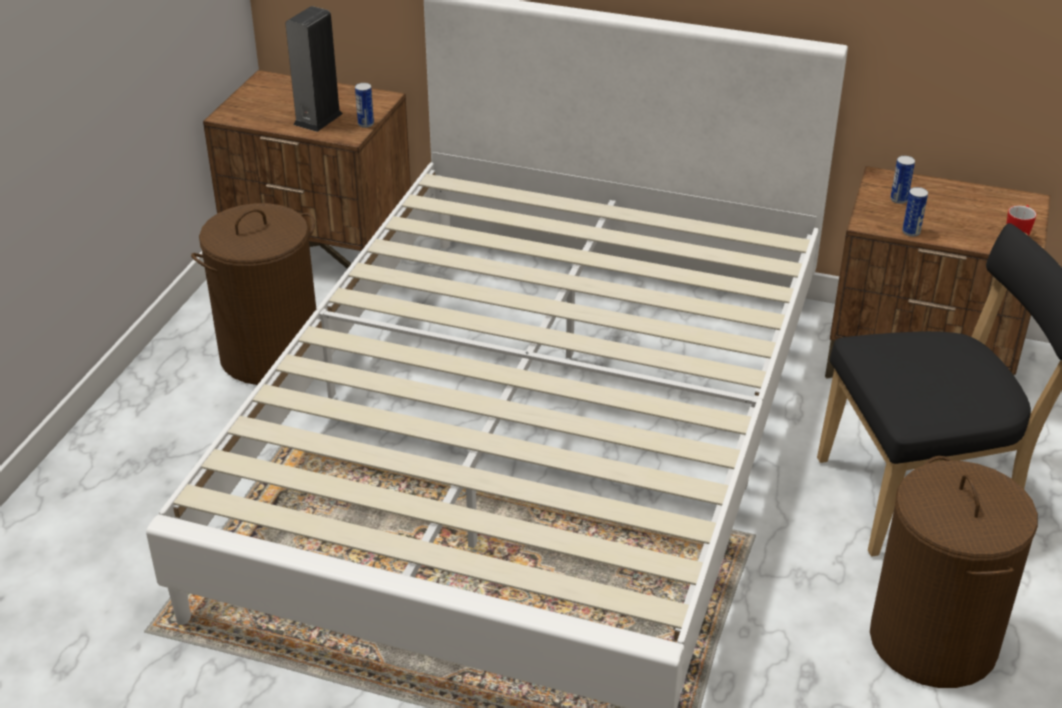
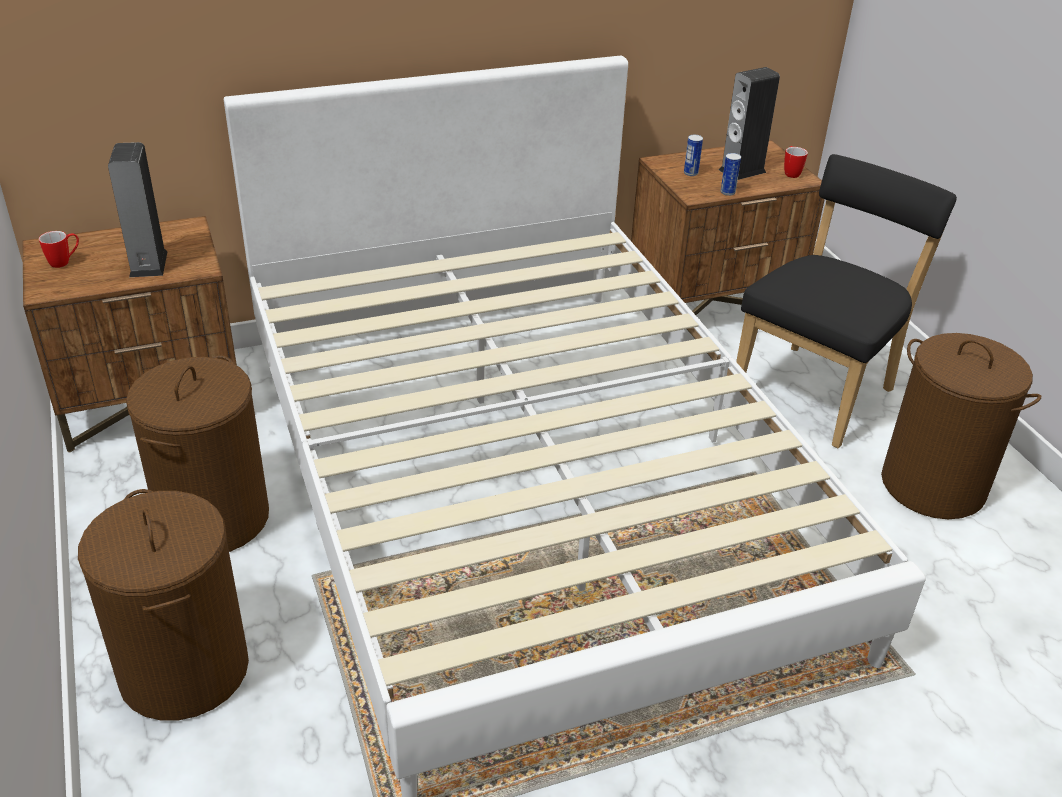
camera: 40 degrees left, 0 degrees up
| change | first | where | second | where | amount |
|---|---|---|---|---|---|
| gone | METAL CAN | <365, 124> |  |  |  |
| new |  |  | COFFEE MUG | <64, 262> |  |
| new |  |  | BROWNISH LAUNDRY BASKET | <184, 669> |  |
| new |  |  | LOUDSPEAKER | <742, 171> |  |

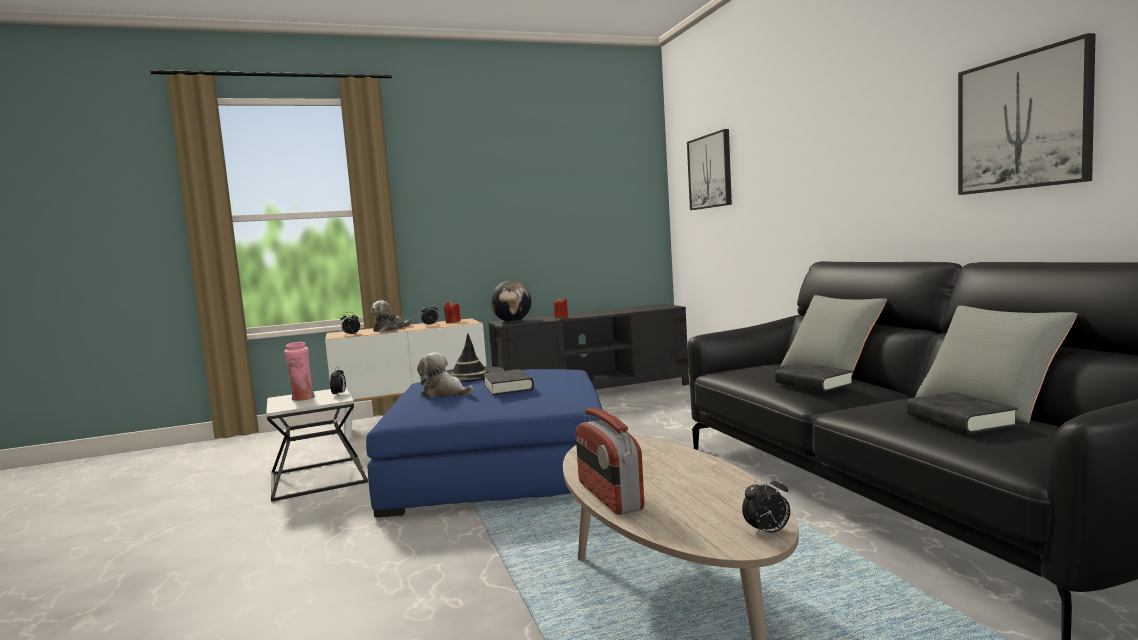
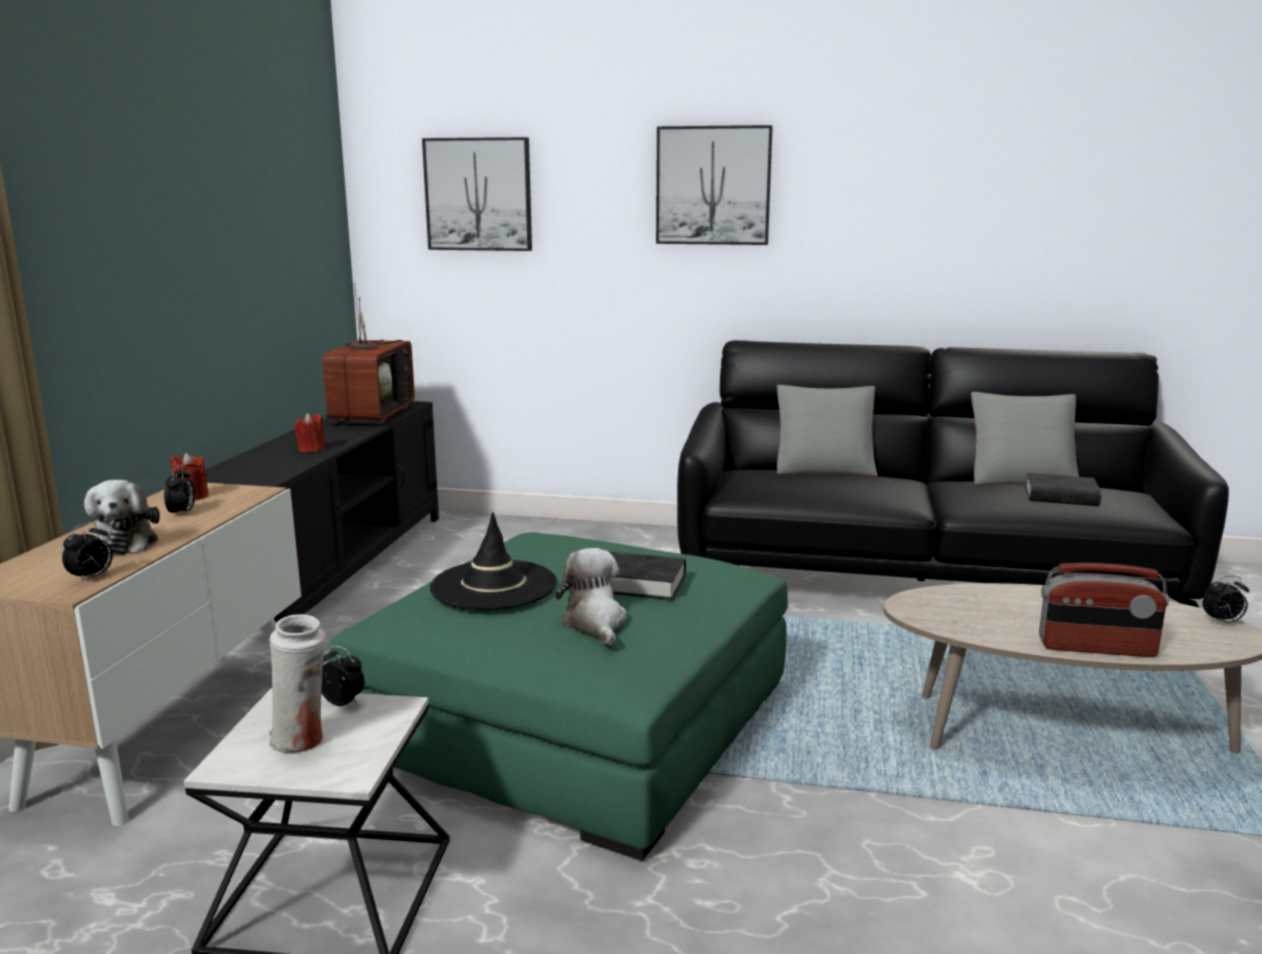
camera: 60 degrees left, 10 degrees up
| change | first | where | second | where | amount |
|---|---|---|---|---|---|
| gone | DESK GLOBE | <512, 321> |  |  |  |
| gone | BLACK-COLOURED VOLUME | <813, 384> |  |  |  |
| new |  |  | TV SET | <371, 414> |  |
| shifted | WALL ART | <1023, 122> |  | <713, 186> |  |
| repainted | PINK-COLOURED DECORATIVE VASE | <303, 399> | WHITISH DECORATIVE VASE | <303, 741> |  |
| repainted | BLUE-COLOURED FOOTREST | <499, 470> | GREENISH FOOTREST | <576, 720> |  |
| rotated | CUDDLY TOY | <445, 394> |  | <595, 623> | 105 degrees clockwise |
| rotated | ALARM CLOCK | <767, 533> |  | <1222, 622> | 75 degrees clockwise |

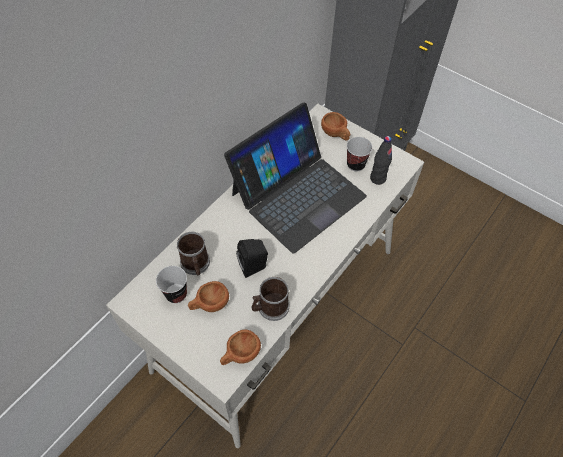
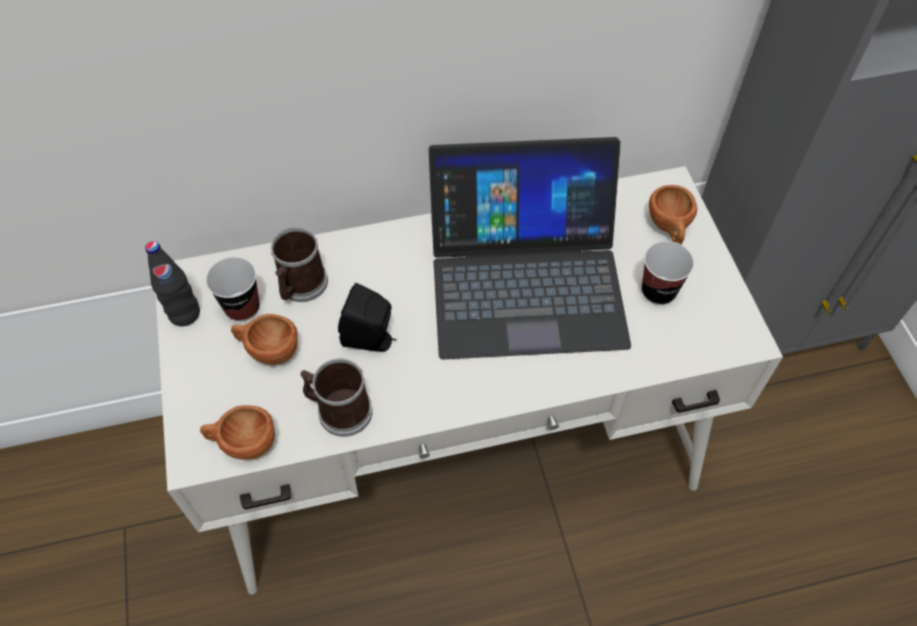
camera: 40 degrees right, 0 degrees up
| change | first | where | second | where | amount |
|---|---|---|---|---|---|
| shifted | BLACK-COLOURED BOTTLE | <377, 178> |  | <184, 314> |  |

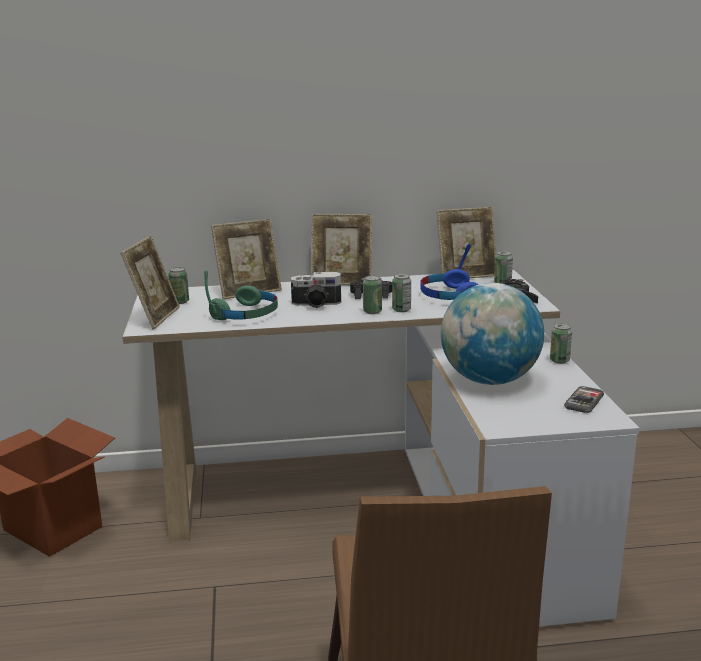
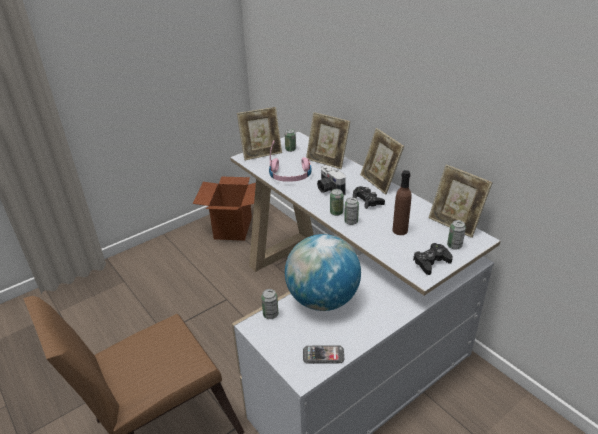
camera: 60 degrees right, 15 degrees up
| change | first | where | second | where | amount |
|---|---|---|---|---|---|
| shifted | METAL CAN | <559, 361> |  | <270, 314> |  |
| swapped | BLUE-COLOURED PAIR OF HEADPHONES | <448, 296> | BROWNISH BOTTLE | <400, 230> |  |
| repainted | GREENISH PAIR OF HEADPHONES | <246, 314> | PINK-COLOURED PAIR OF HEADPHONES | <290, 175> |  |

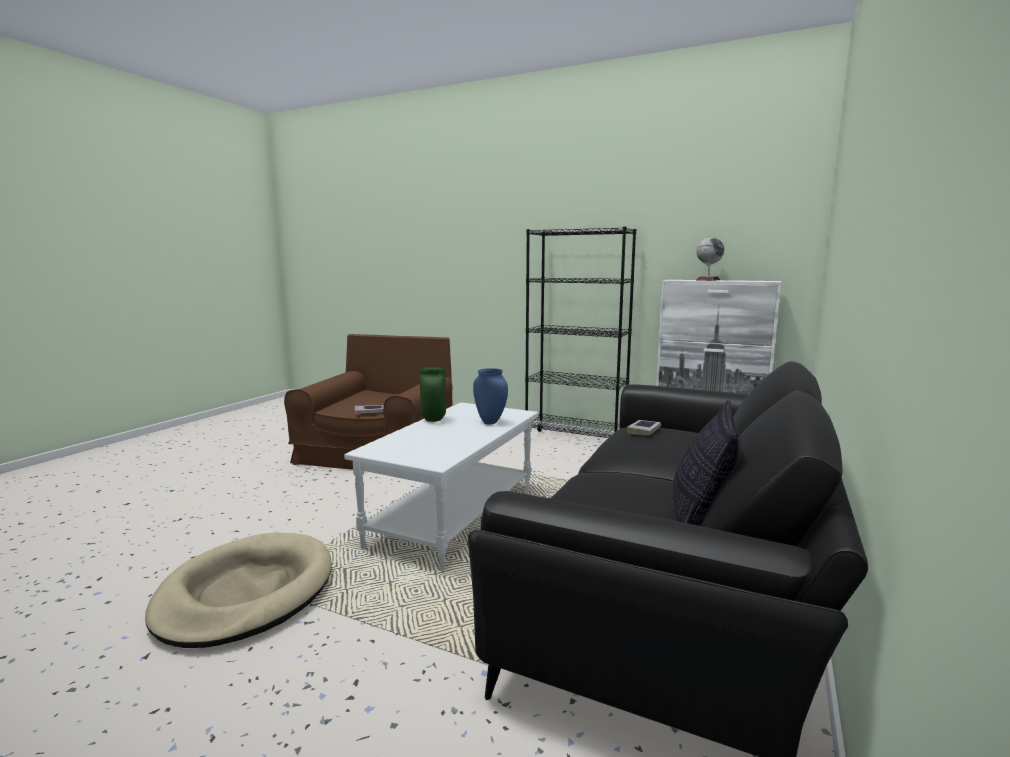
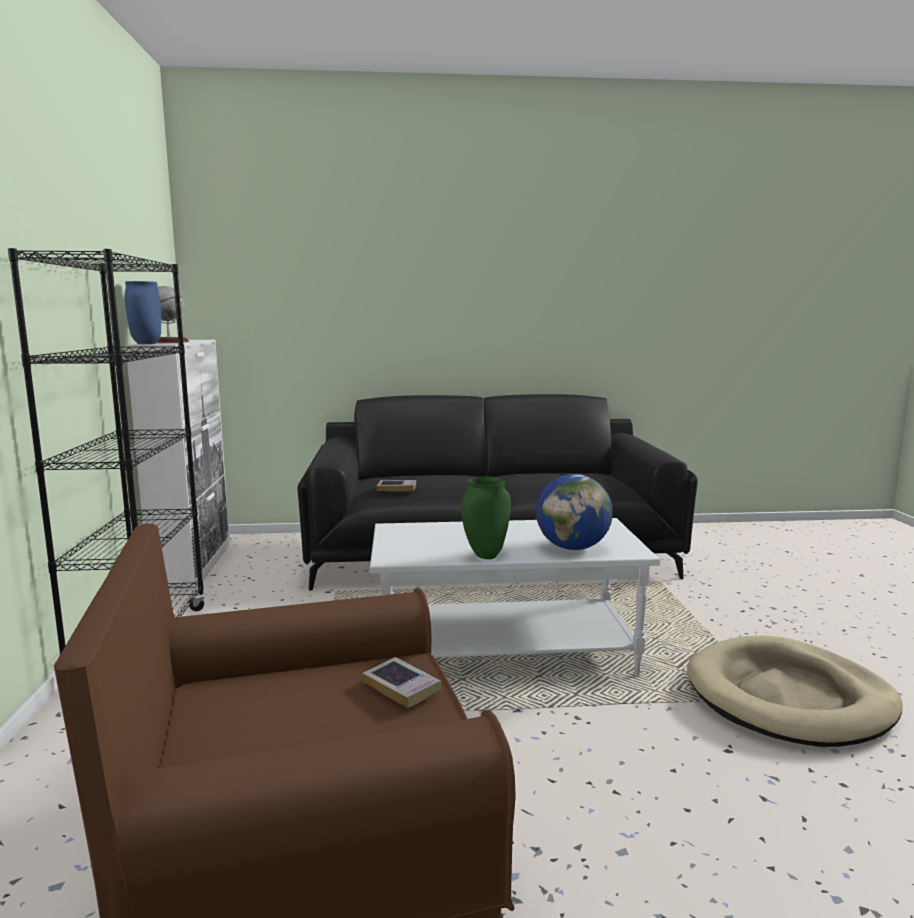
camera: 120 degrees left, 0 degrees up
| change | first | where | second | where | amount |
|---|---|---|---|---|---|
| gone | THROW PILLOW | <699, 520> |  |  |  |
| new |  |  | DESK GLOBE | <573, 548> |  |
| shifted | BLUE-COLOURED DECORATIVE VASE | <490, 422> |  | <147, 344> |  |

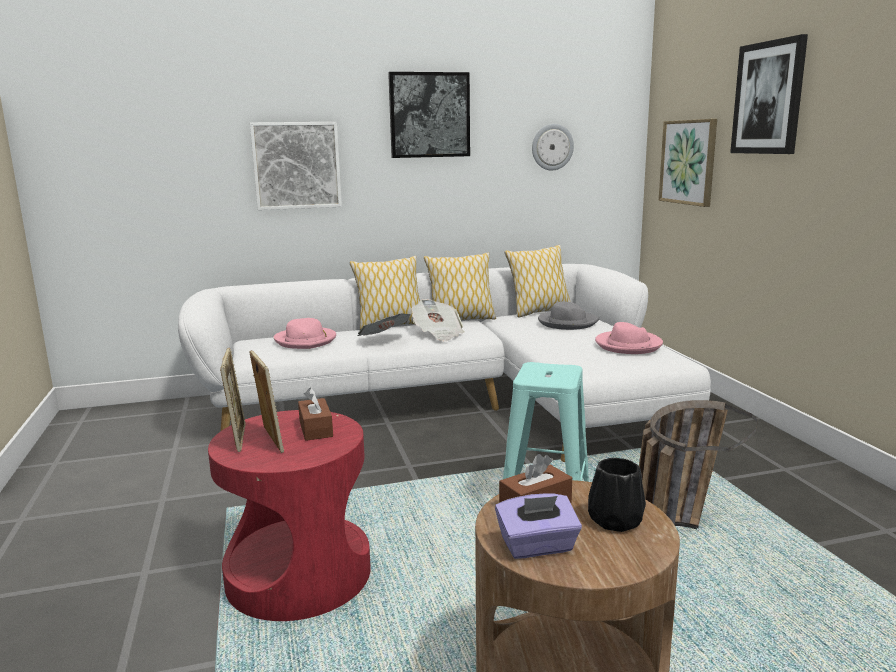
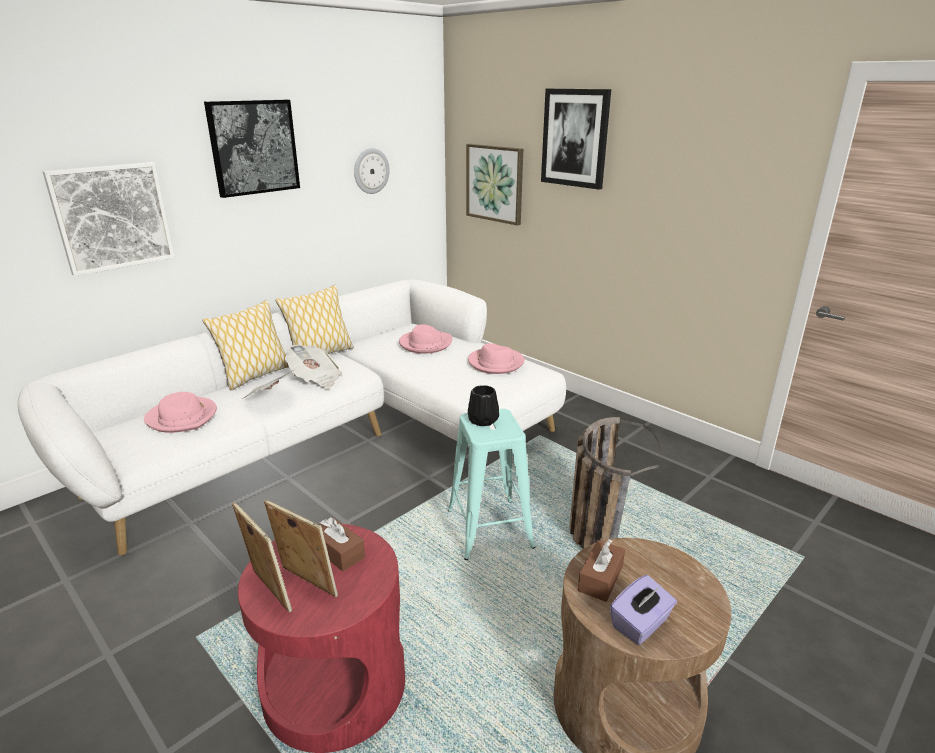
camera: 30 degrees left, 10 degrees up
| change | first | where | second | where | amount |
|---|---|---|---|---|---|
| gone | THROW PILLOW | <539, 311> |  |  |  |
| shifted | BLACK-COLOURED DECORATIVE VASE | <614, 521> |  | <482, 420> |  |
| repainted | GREY WEARABLE HAT | <567, 322> | PINK-COLOURED WEARABLE HAT | <425, 344> |  |

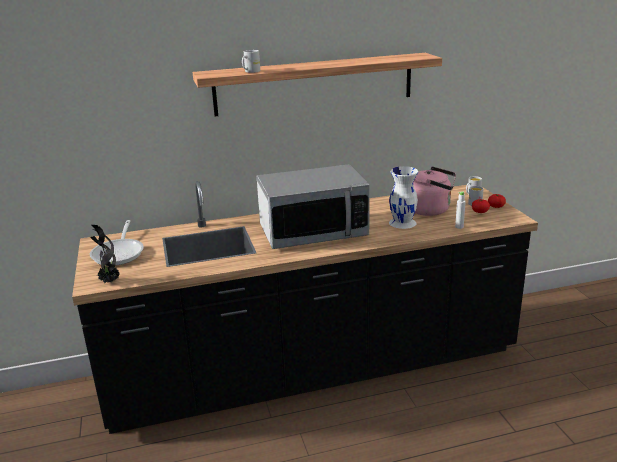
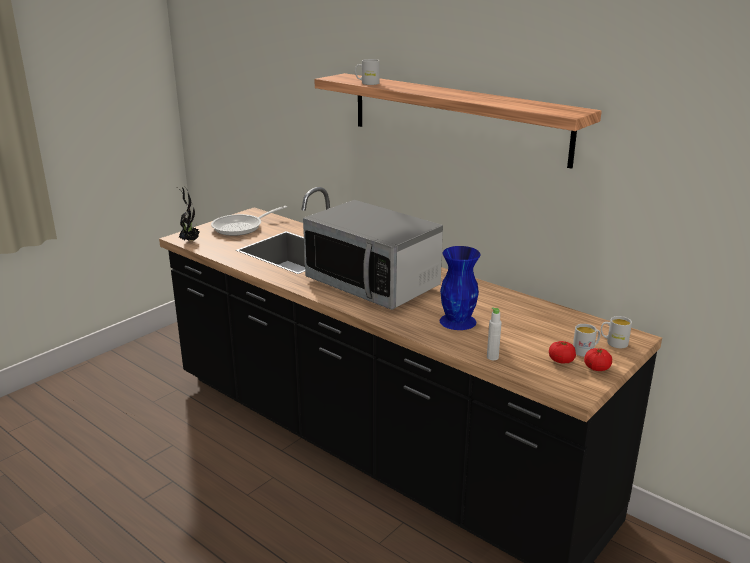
camera: 55 degrees right, 0 degrees up
| change | first | where | second | where | amount |
|---|---|---|---|---|---|
| gone | PINK-COLOURED TEA KETTLE | <431, 210> |  |  |  |
| repainted | WHITISH DECORATIVE VASE | <403, 222> | BLUE-COLOURED DECORATIVE VASE | <458, 321> |  |

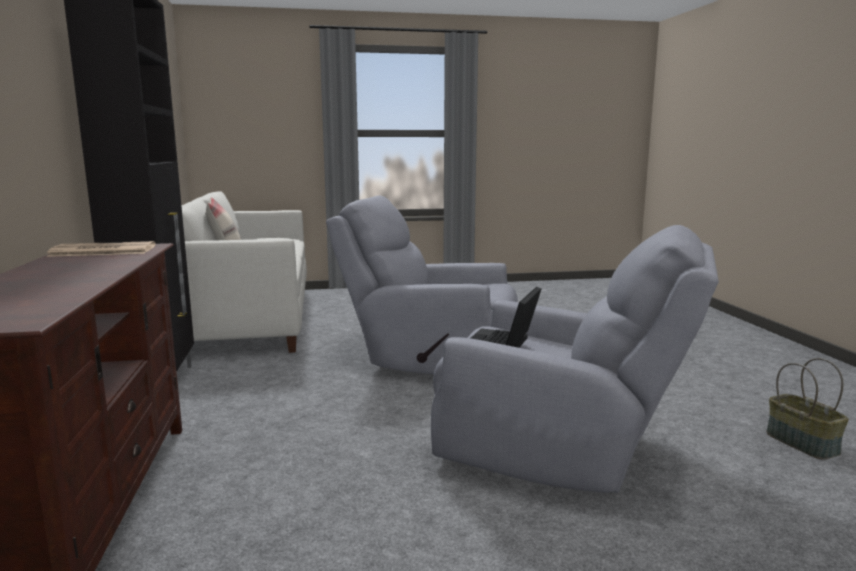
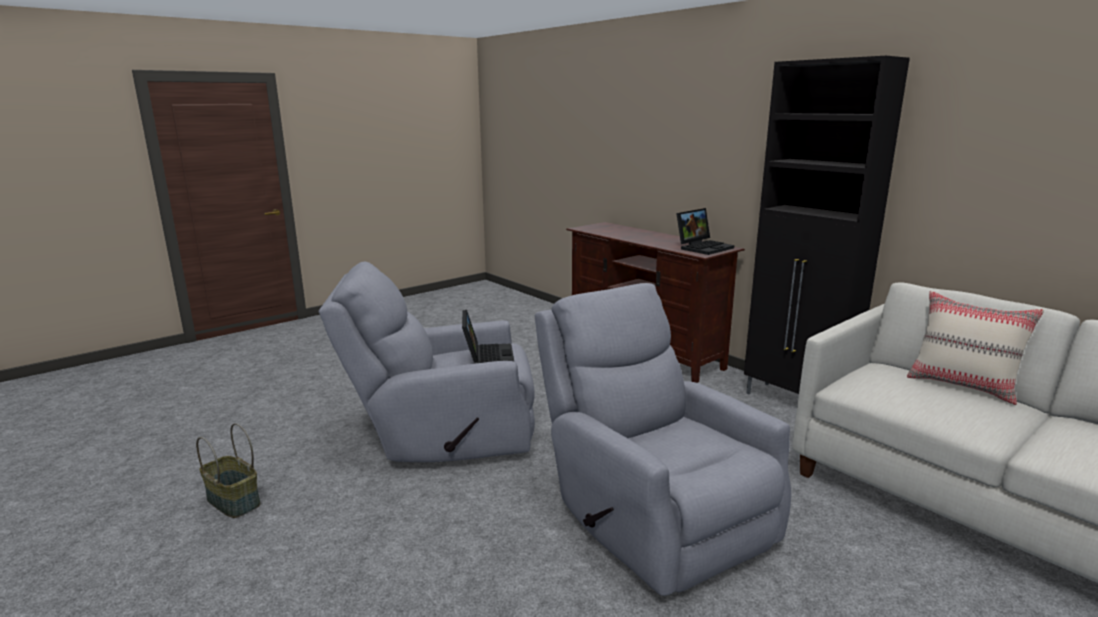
camera: 150 degrees right, 5 degrees up
| change | first | where | second | where | amount |
|---|---|---|---|---|---|
| swapped | DAILY PAPER | <101, 251> | NOTEBOOK COMPUTER | <703, 247> |  |
| rotated | GREY ARMCHAIR | <429, 359> |  | <651, 514> | 105 degrees counterclockwise |

